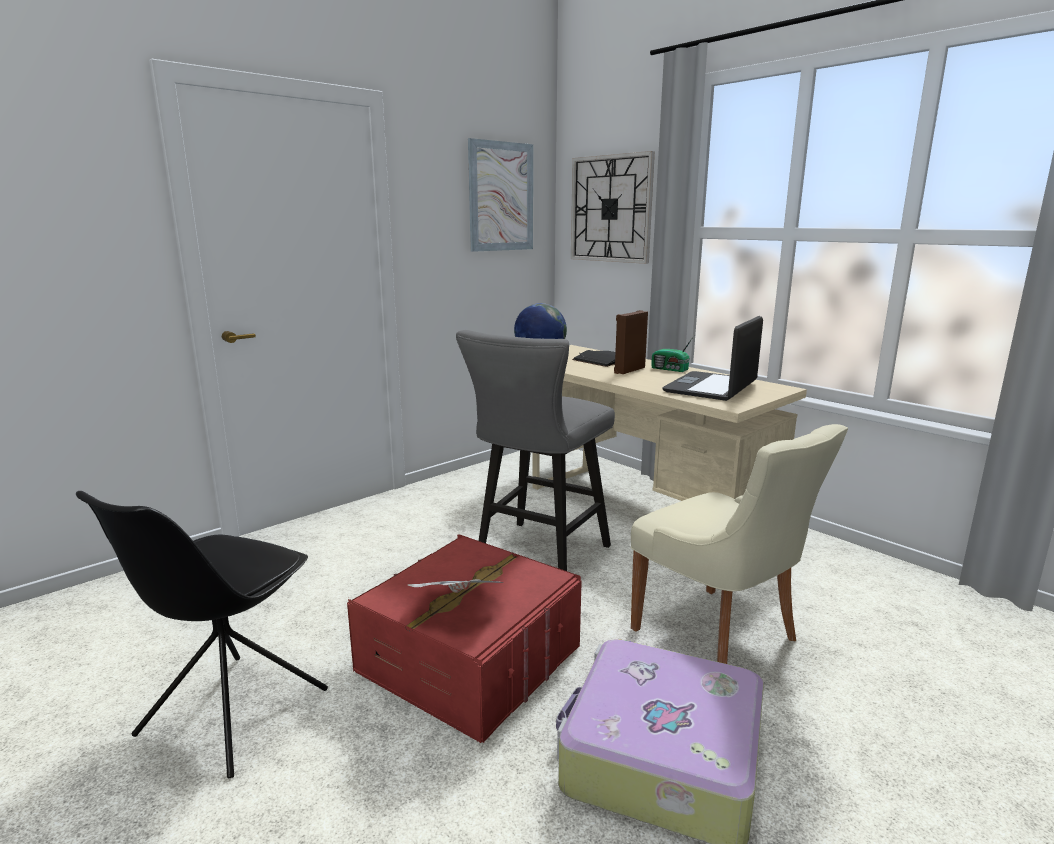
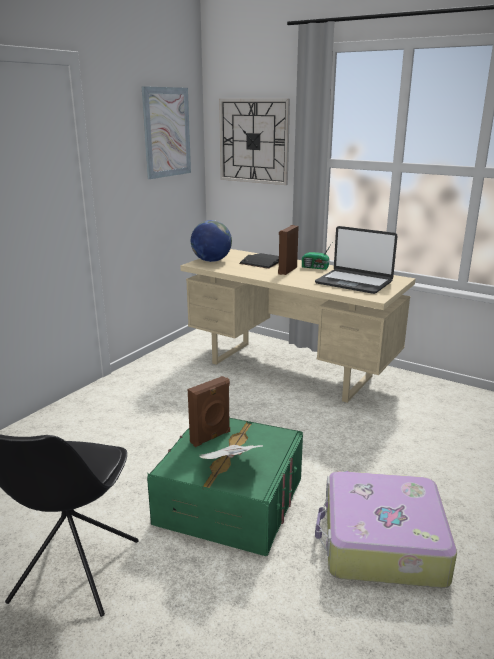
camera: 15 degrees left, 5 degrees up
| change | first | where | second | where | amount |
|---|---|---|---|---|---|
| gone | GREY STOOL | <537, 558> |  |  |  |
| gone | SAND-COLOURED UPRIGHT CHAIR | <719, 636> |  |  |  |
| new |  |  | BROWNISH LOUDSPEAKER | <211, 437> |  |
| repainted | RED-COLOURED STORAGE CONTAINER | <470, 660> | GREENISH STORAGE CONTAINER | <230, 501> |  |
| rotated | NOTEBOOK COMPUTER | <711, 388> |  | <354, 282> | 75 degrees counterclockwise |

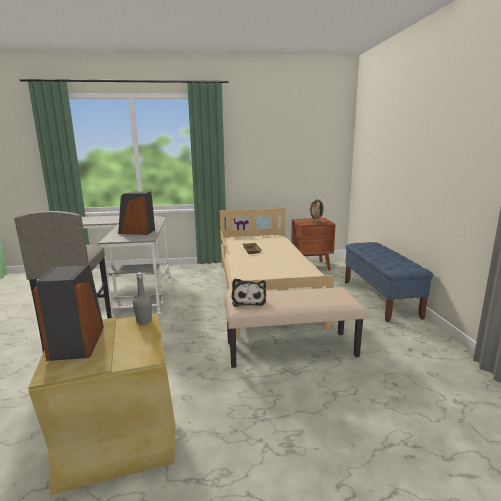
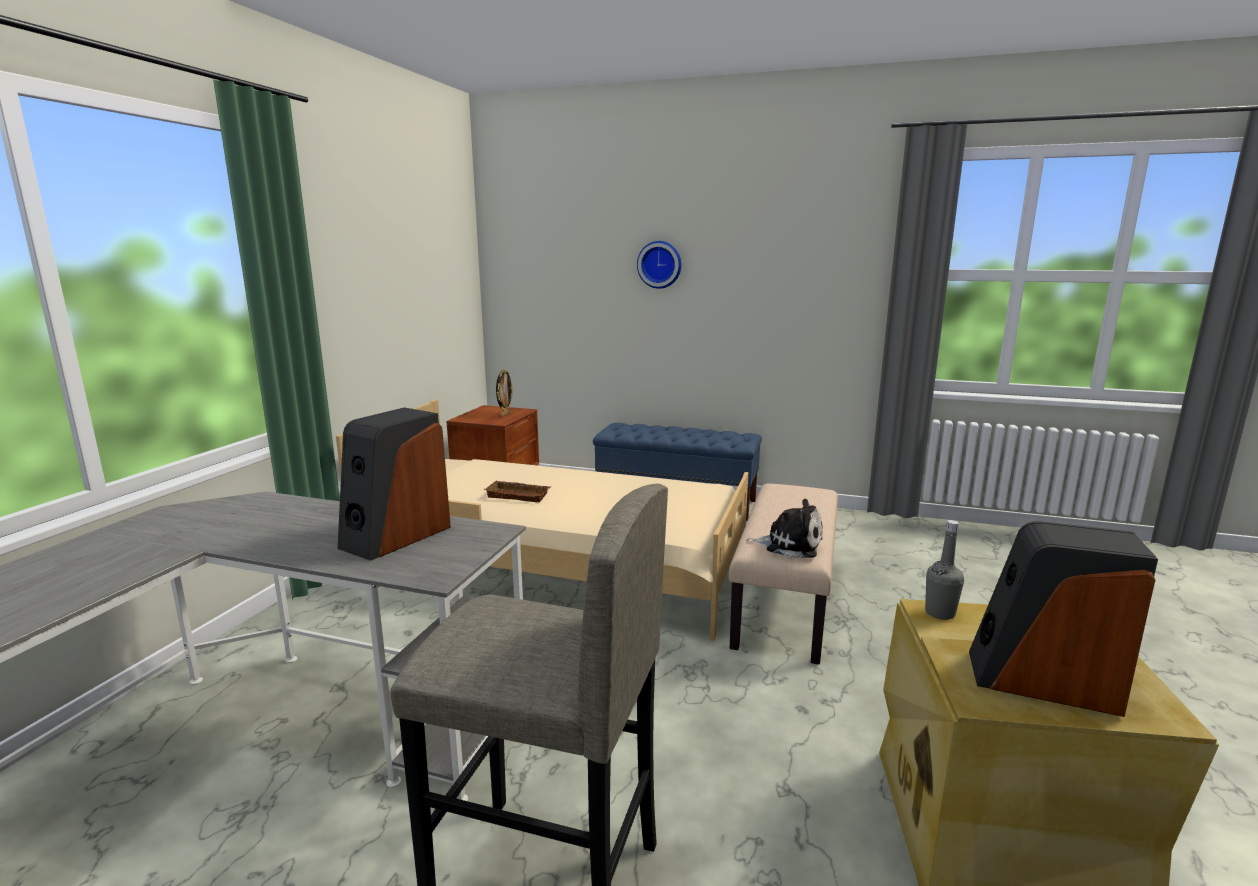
camera: 65 degrees left, 0 degrees up
| change | first | where | second | where | amount |
|---|---|---|---|---|---|
| new |  |  | WALL CLOCK | <660, 264> |  |

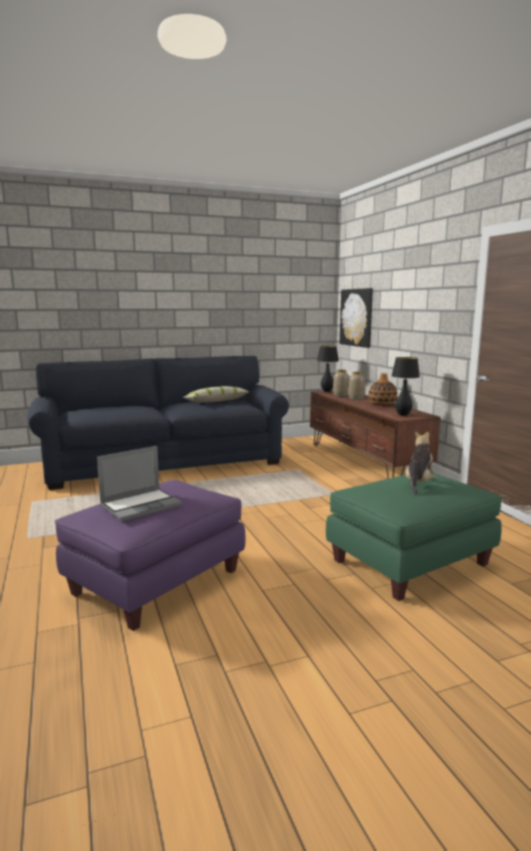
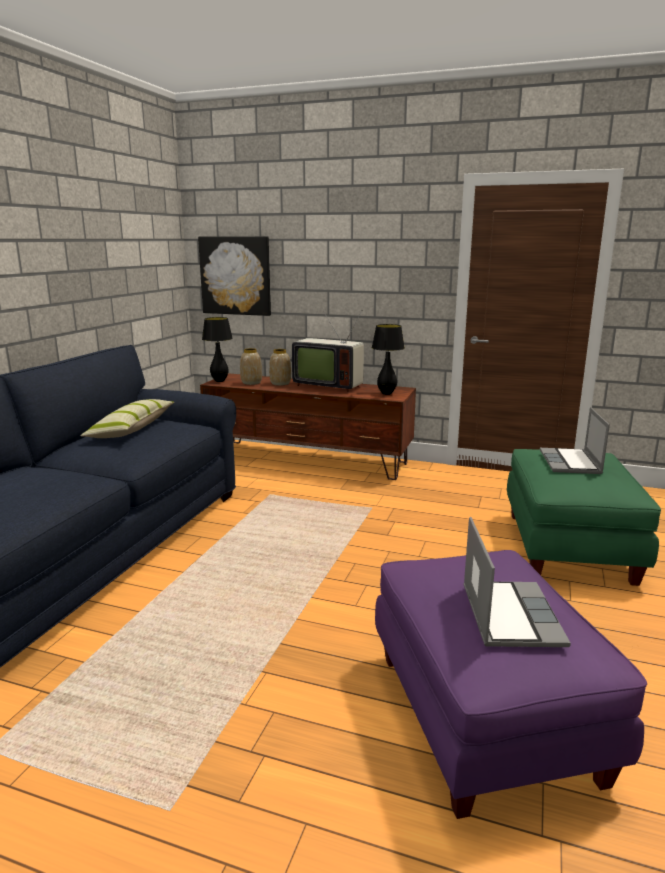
camera: 50 degrees left, 5 degrees up
| change | first | where | second | where | amount |
|---|---|---|---|---|---|
| swapped | DECORATIVE VASE | <382, 404> | TV SET | <328, 385> |  |
| swapped | CUDDLY TOY | <418, 483> | NOTEBOOK COMPUTER | <571, 463> |  |

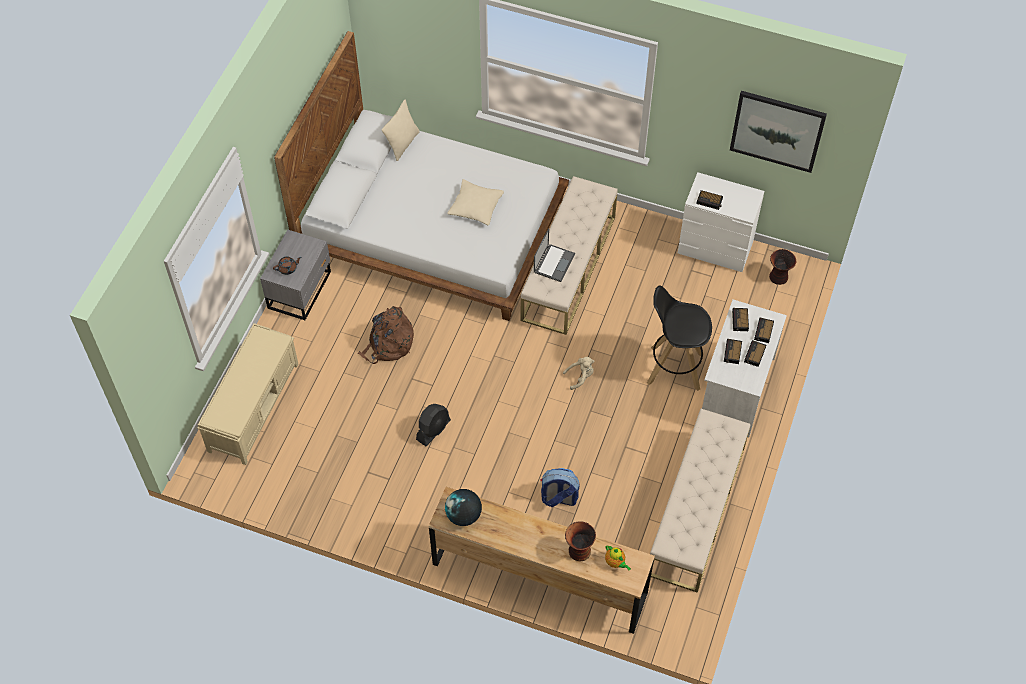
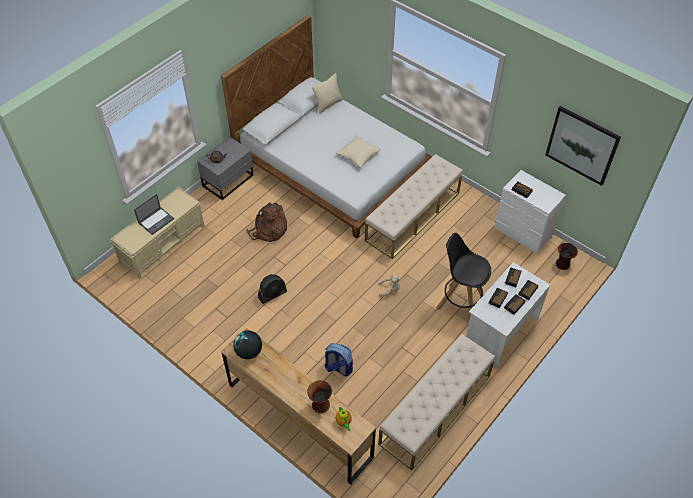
camera: 20 degrees right, 5 degrees down
| change | first | where | second | where | amount |
|---|---|---|---|---|---|
| shifted | NOTEBOOK COMPUTER | <554, 262> |  | <156, 220> |  |

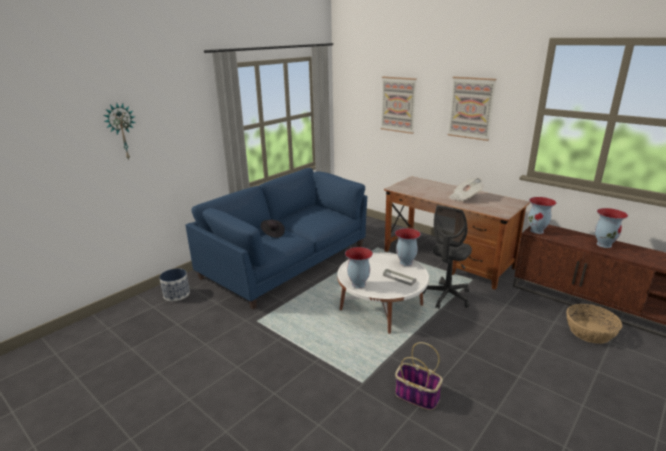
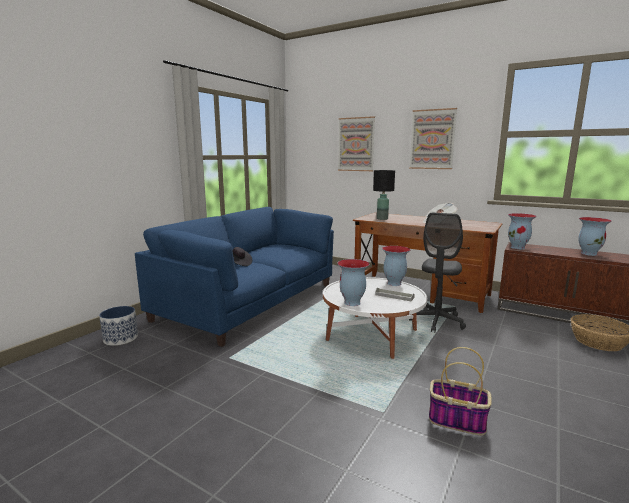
camera: 10 degrees left, 10 degrees down
| change | first | where | second | where | amount |
|---|---|---|---|---|---|
| gone | WALL CLOCK | <121, 131> |  |  |  |
| new |  |  | BLACK-COLOURED TABLETOP LAMP | <382, 219> |  |

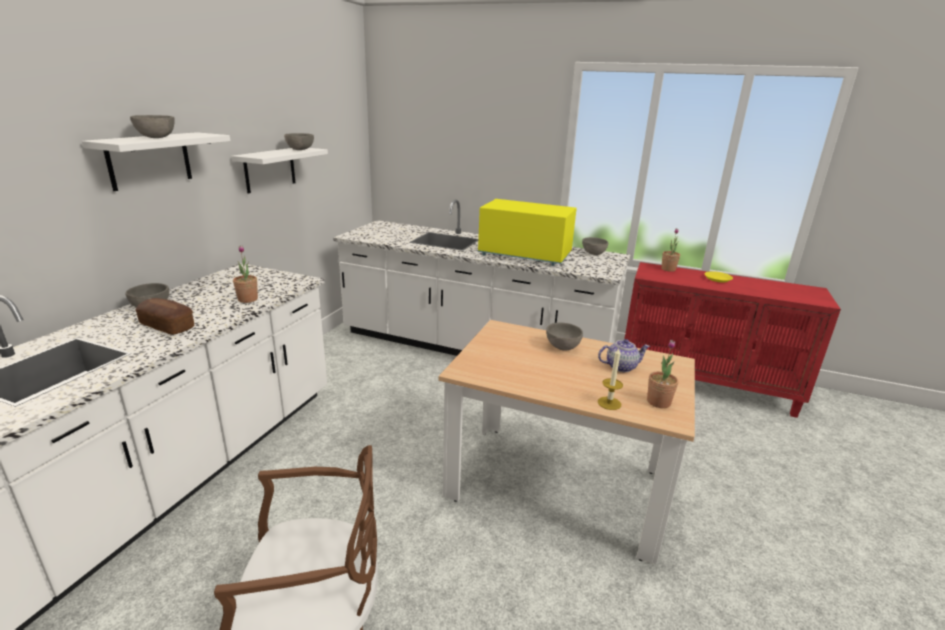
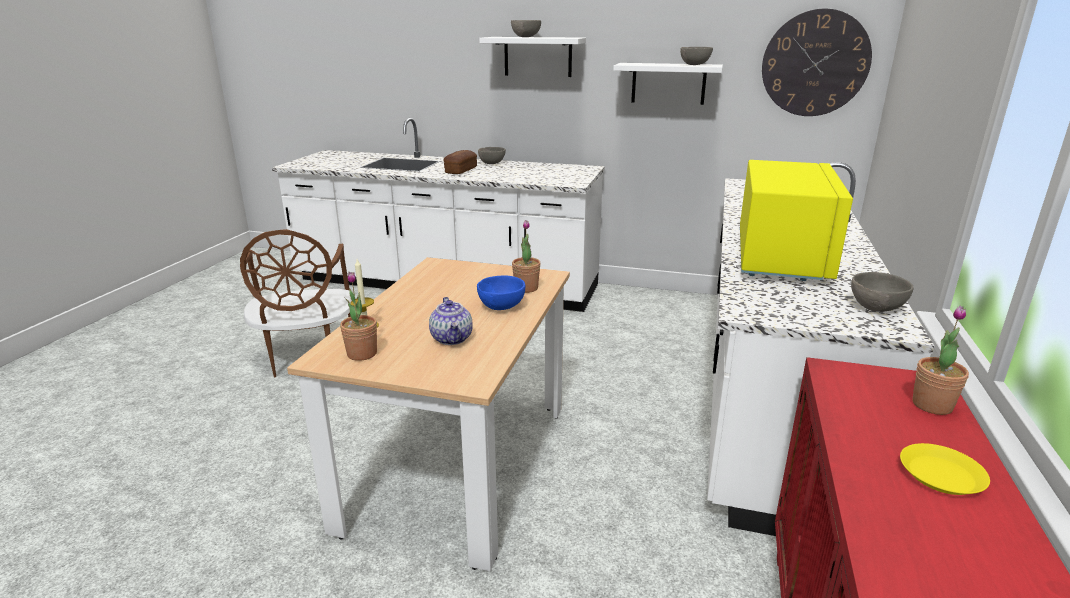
camera: 85 degrees right, 0 degrees up
| change | first | where | second | where | amount |
|---|---|---|---|---|---|
| new |  |  | WALL CLOCK | <815, 63> |  |
| shifted | HOUSEPLANT | <248, 299> |  | <526, 288> |  |
| repainted | GREY BOWL | <562, 347> | BLUE-COLOURED BOWL | <501, 307> |  |

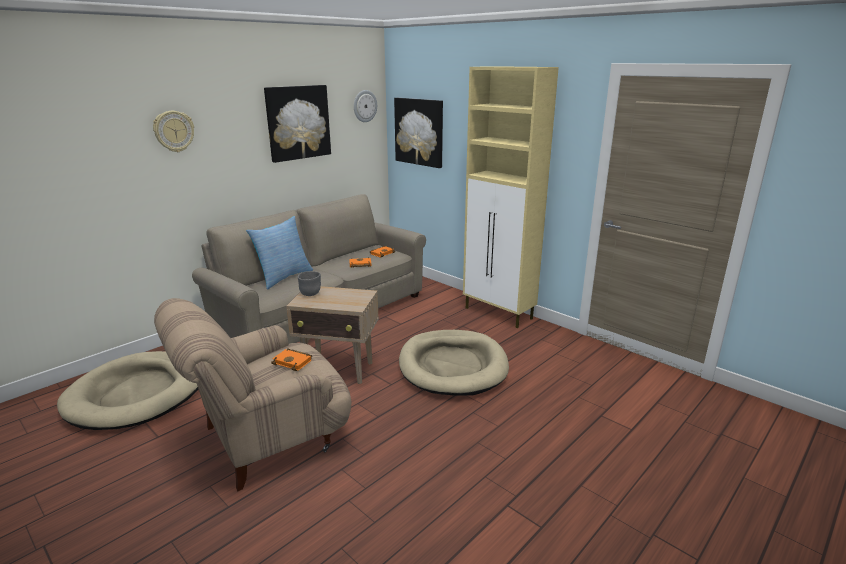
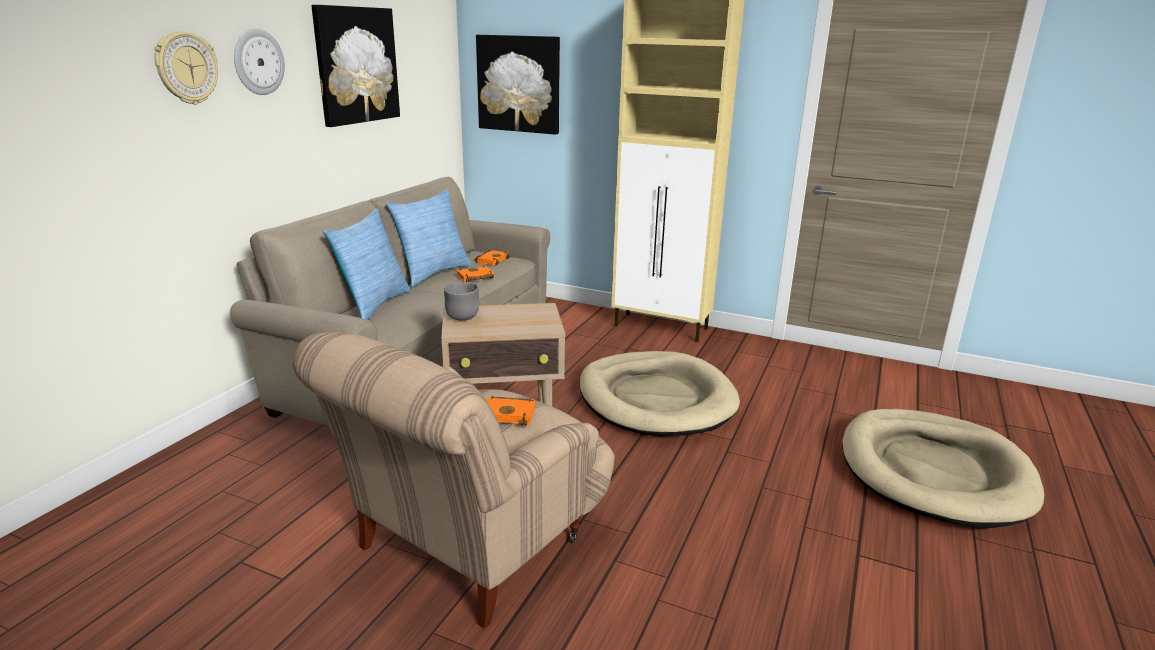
camera: 20 degrees left, 0 degrees up
| change | first | where | second | where | amount |
|---|---|---|---|---|---|
| new |  |  | THROW PILLOW | <432, 273> |  |
| shifted | SAND-COLOURED DOG CUSHION | <138, 394> |  | <933, 471> |  |
| shifted | WALL CLOCK | <364, 106> |  | <258, 62> |  |

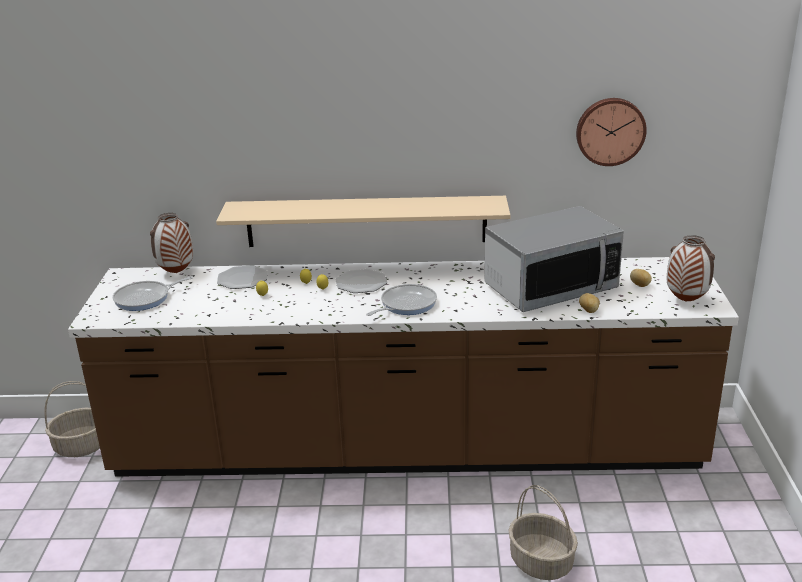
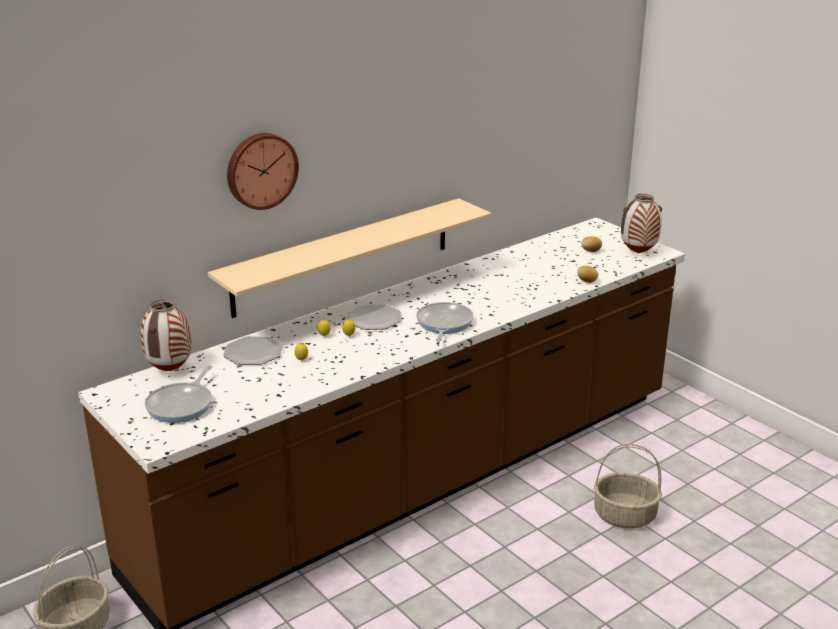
camera: 40 degrees left, 0 degrees up
| change | first | where | second | where | amount |
|---|---|---|---|---|---|
| gone | MICROWAVE OVEN | <550, 288> |  |  |  |
| shifted | WALL CLOCK | <610, 131> |  | <261, 170> |  |

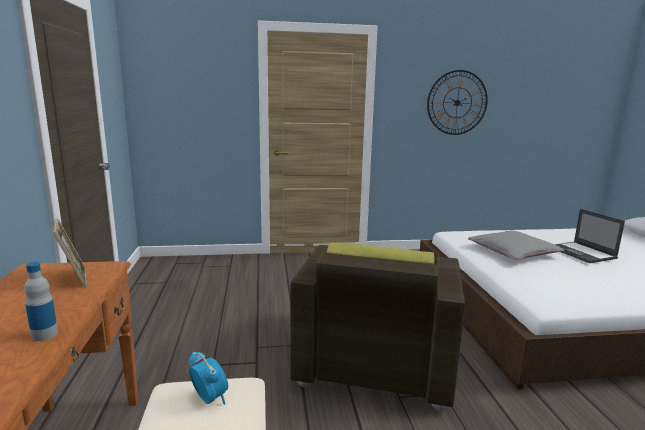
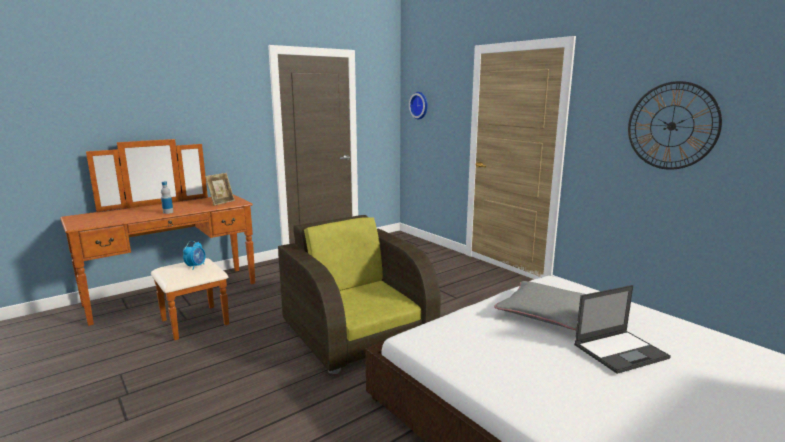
camera: 60 degrees right, 0 degrees up
| change | first | where | second | where | amount |
|---|---|---|---|---|---|
| new |  |  | WALL CLOCK | <420, 105> |  |
| rotated | BROWNISH ARMCHAIR | <376, 358> |  | <357, 332> | 75 degrees clockwise |
| rotated | NOTEBOOK COMPUTER | <582, 253> |  | <621, 351> | 150 degrees counterclockwise |

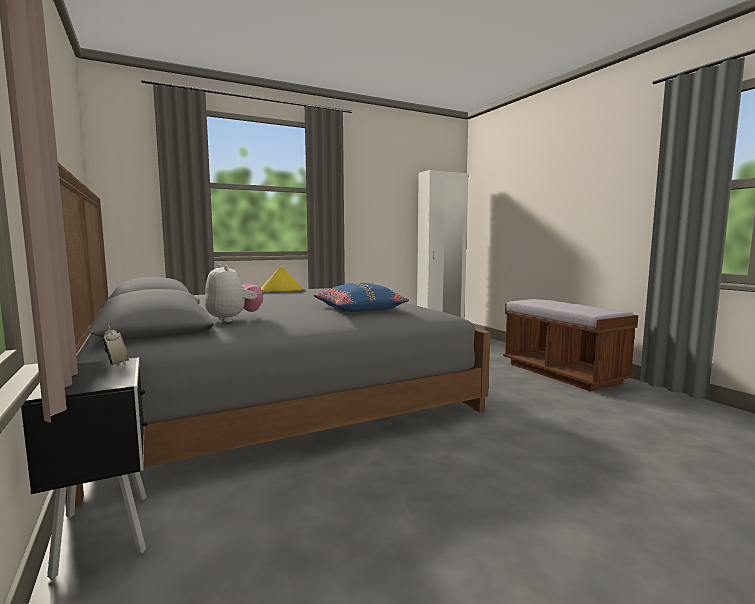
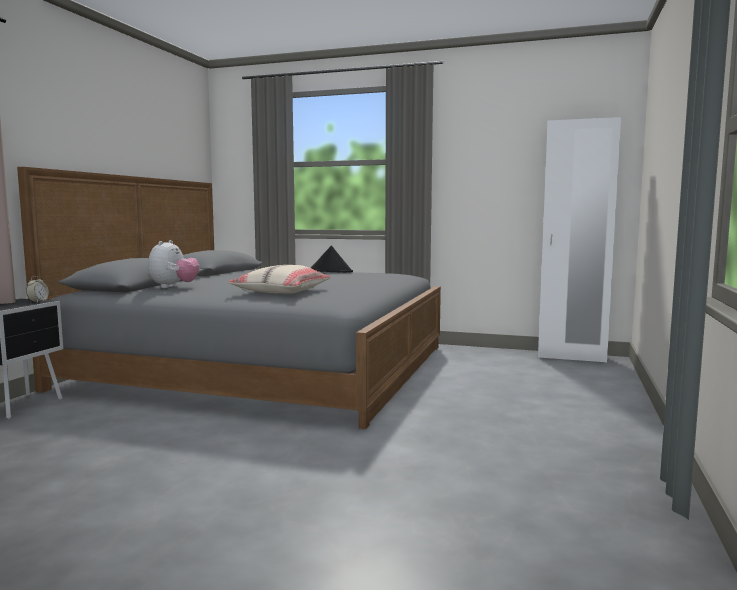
camera: 45 degrees right, 0 degrees up
| change | first | where | second | where | amount |
|---|---|---|---|---|---|
| gone | BROWNISH LONG SEAT | <562, 373> |  |  |  |
| repainted | YELLOW-COLOURED WEARABLE HAT | <281, 290> | BLACK-COLOURED WEARABLE HAT | <330, 271> |  |
| repainted | BLUE-COLOURED THROW PILLOW | <359, 309> | SAND-COLOURED THROW PILLOW | <281, 291> |  |

